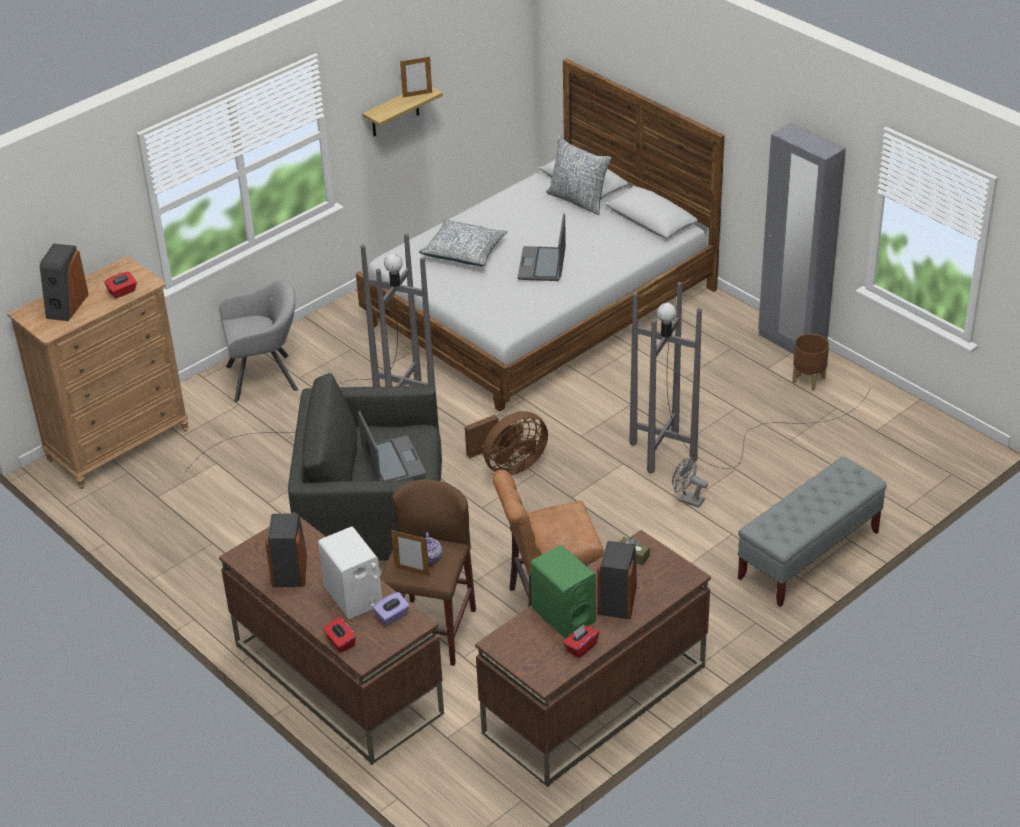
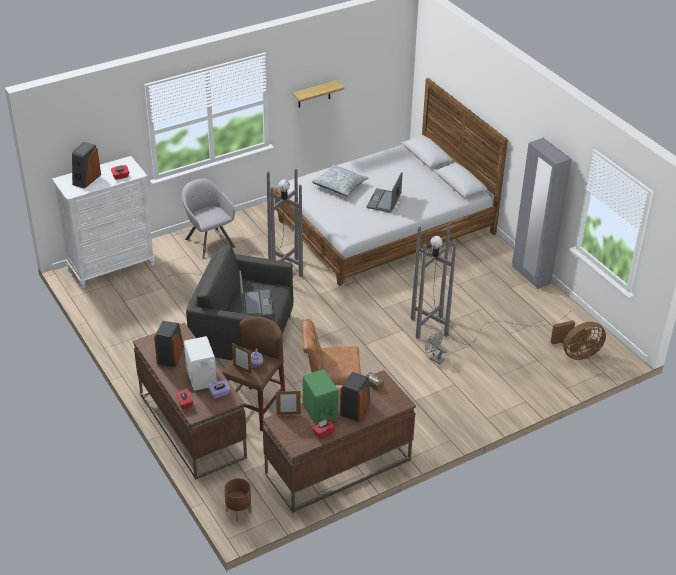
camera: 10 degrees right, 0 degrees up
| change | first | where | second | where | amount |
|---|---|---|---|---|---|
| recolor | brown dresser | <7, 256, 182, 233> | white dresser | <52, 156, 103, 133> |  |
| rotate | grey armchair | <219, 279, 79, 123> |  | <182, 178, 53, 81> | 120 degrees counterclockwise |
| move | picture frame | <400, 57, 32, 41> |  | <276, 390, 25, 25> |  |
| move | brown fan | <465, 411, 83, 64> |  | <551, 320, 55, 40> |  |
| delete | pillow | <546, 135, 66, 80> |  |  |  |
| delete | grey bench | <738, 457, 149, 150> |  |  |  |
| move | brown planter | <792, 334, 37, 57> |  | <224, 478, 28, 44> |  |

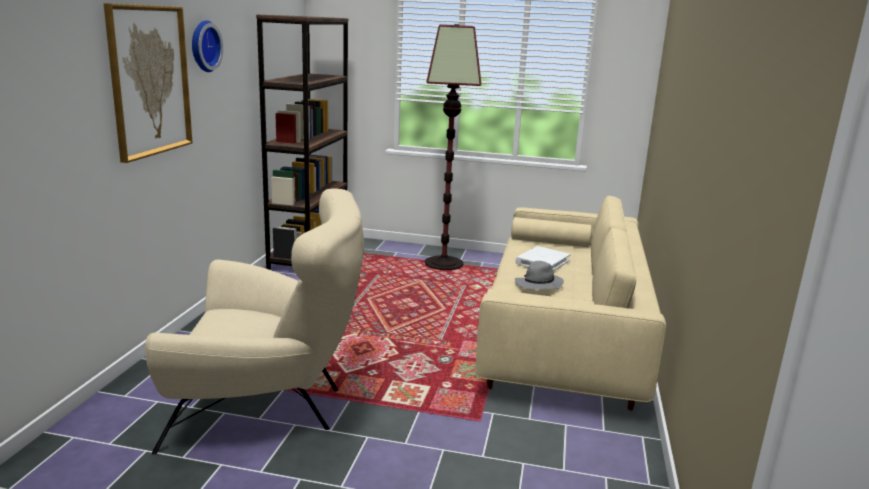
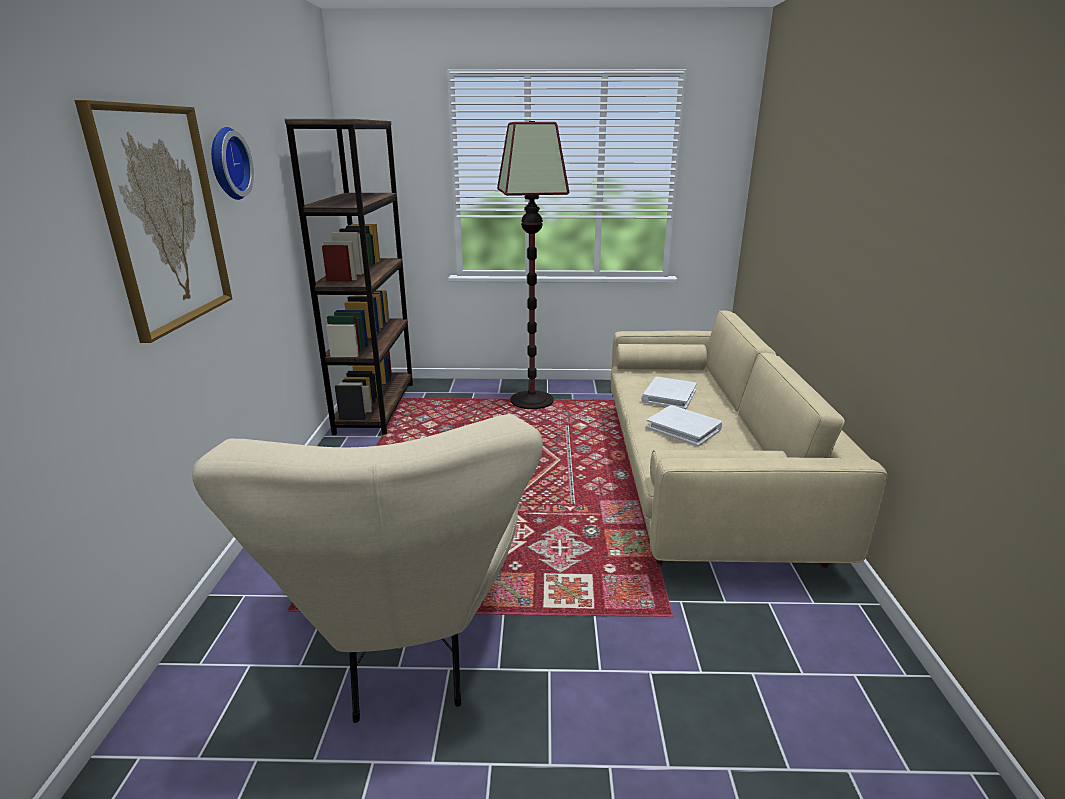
camera: 10 degrees left, 5 degrees up
| change | first | where | second | where | amount |
|---|---|---|---|---|---|
| rotate | beige armchair | <145, 189, 219, 266> |  | <192, 414, 351, 309> | 90 degrees clockwise |
| replace | grey hat | <515, 261, 49, 29> | white book | <646, 405, 76, 41> |  |

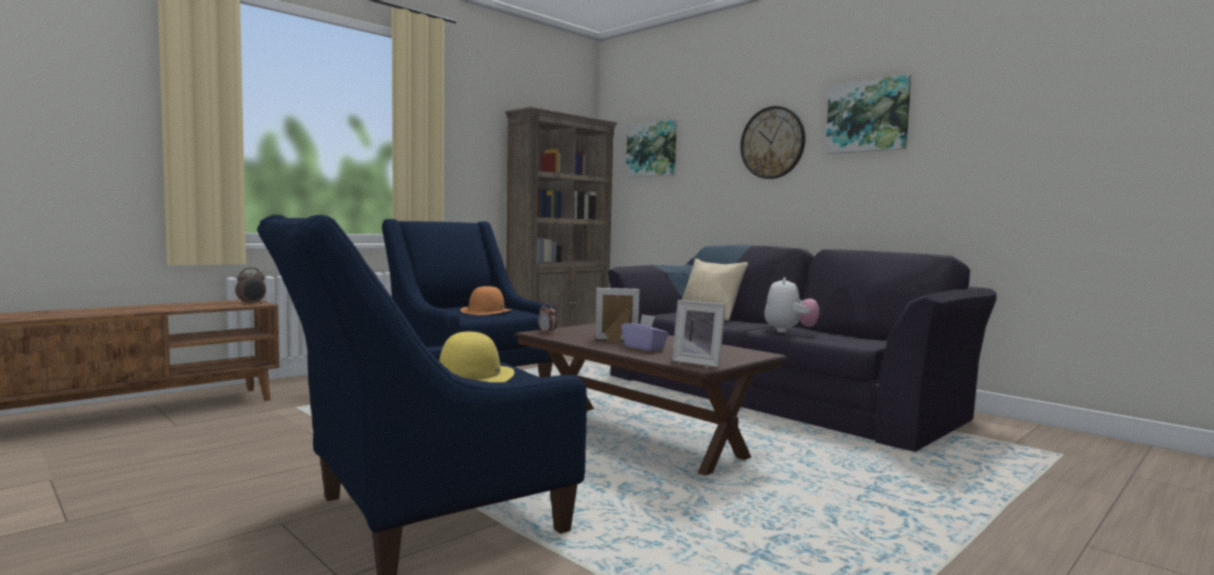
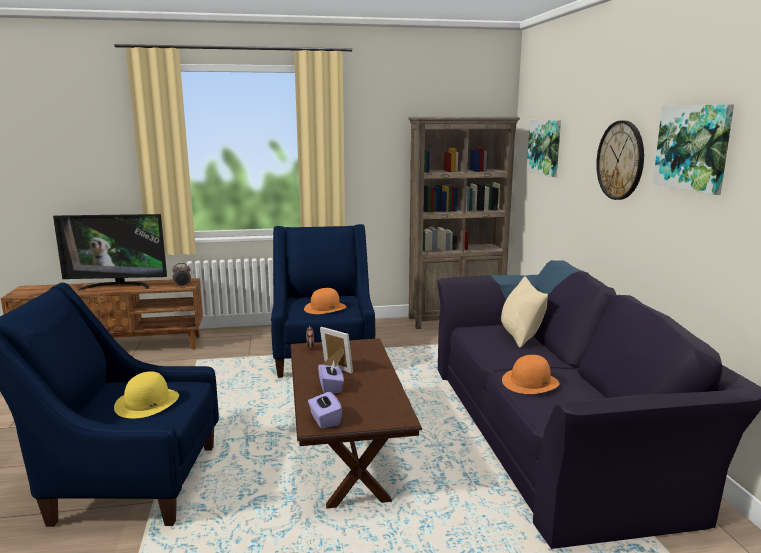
camera: 35 degrees right, 10 degrees up
| change | first | where | second | where | amount |
|---|---|---|---|---|---|
| replace | picture frame | <672, 300, 54, 67> | purple tissue box | <308, 392, 34, 37> |  |
| replace | plush toy | <765, 277, 54, 56> | orange hat | <502, 355, 58, 39> |  |
| insert |  |  | television | <53, 214, 114, 76> |  |

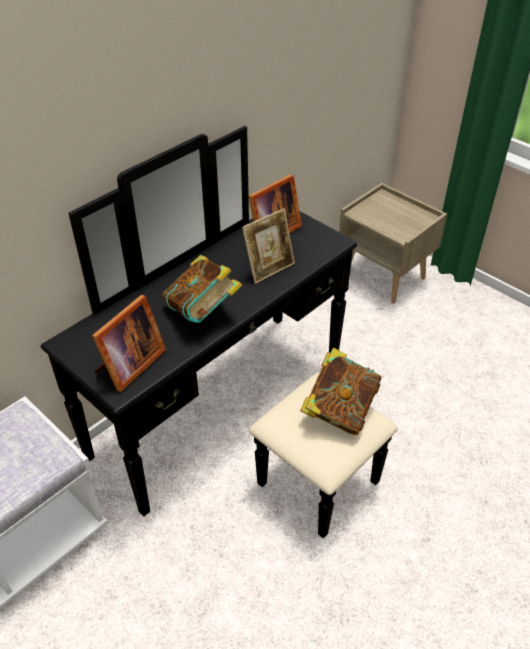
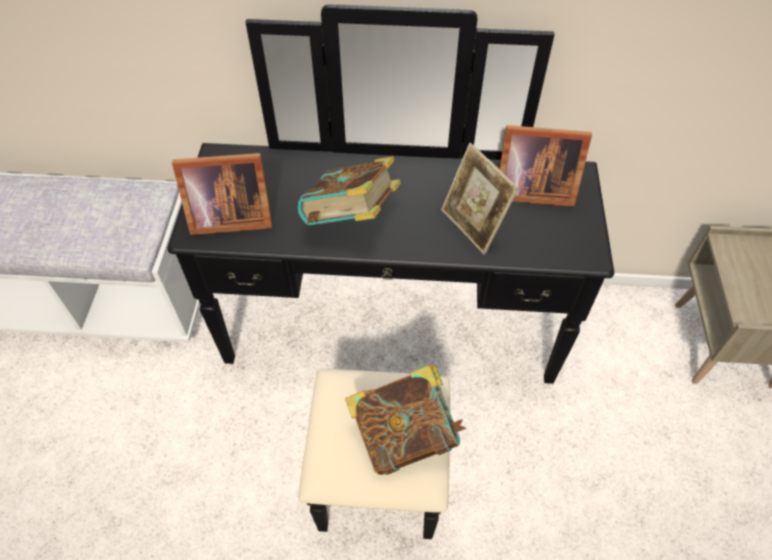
camera: 50 degrees right, 10 degrees up
| change | first | where | second | where | amount |
|---|---|---|---|---|---|
| rotate | picture frame | <242, 208, 53, 76> |  | <441, 143, 78, 111> | 45 degrees clockwise |

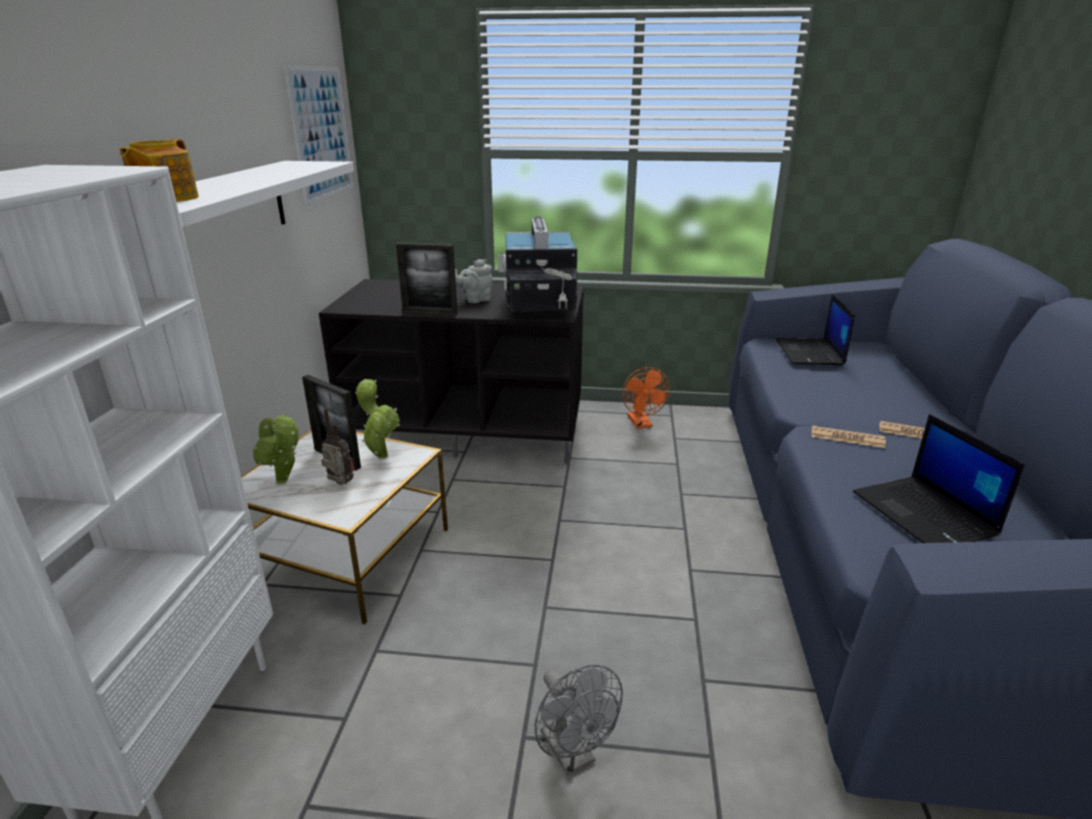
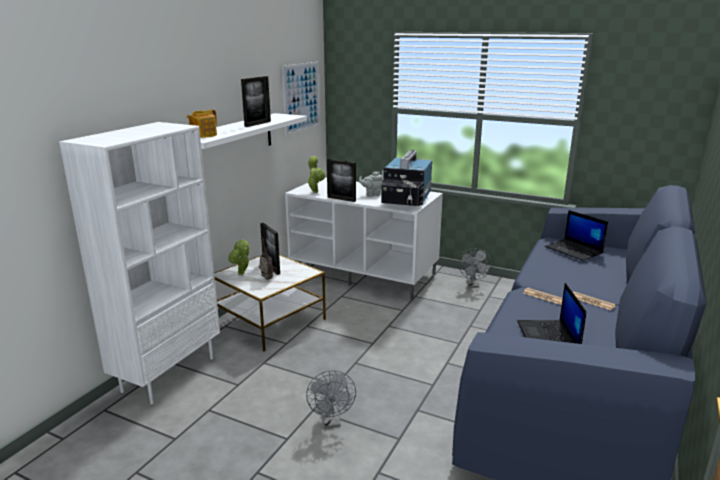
camera: 20 degrees right, 5 degrees down
| change | first | where | second | where | amount |
|---|---|---|---|---|---|
| recolor | black tv stand | <319, 279, 265, 185> | white tv stand | <285, 178, 158, 121> |  |
| move | potted plant | <355, 379, 45, 80> |  | <307, 156, 18, 37> |  |
| recolor | orange fan | <622, 367, 48, 62> | grey fan | <459, 248, 33, 40> |  |
| rotate | laptop | <776, 294, 79, 71> |  | <545, 210, 63, 51> | 60 degrees counterclockwise |
| insert |  |  | picture frame | <241, 76, 30, 51> |  |

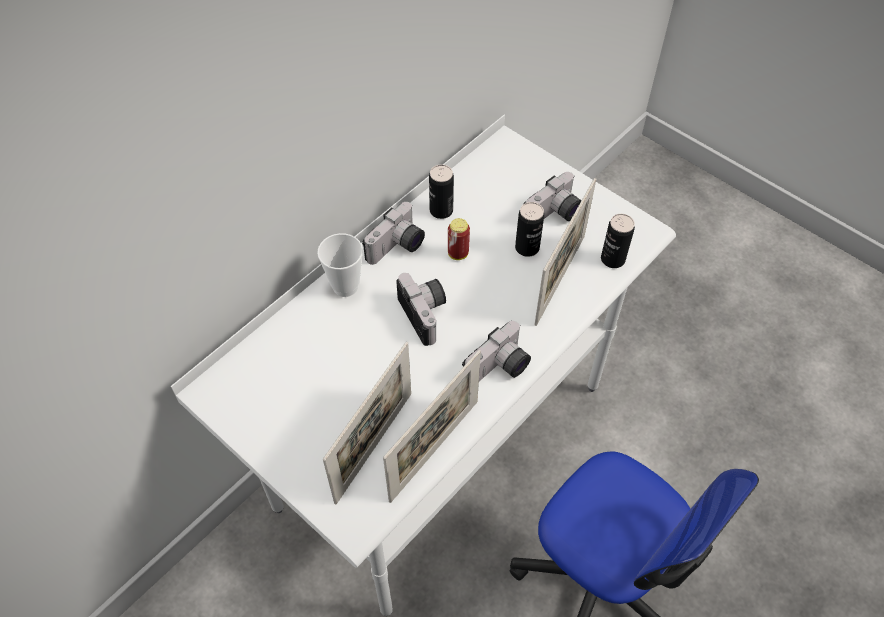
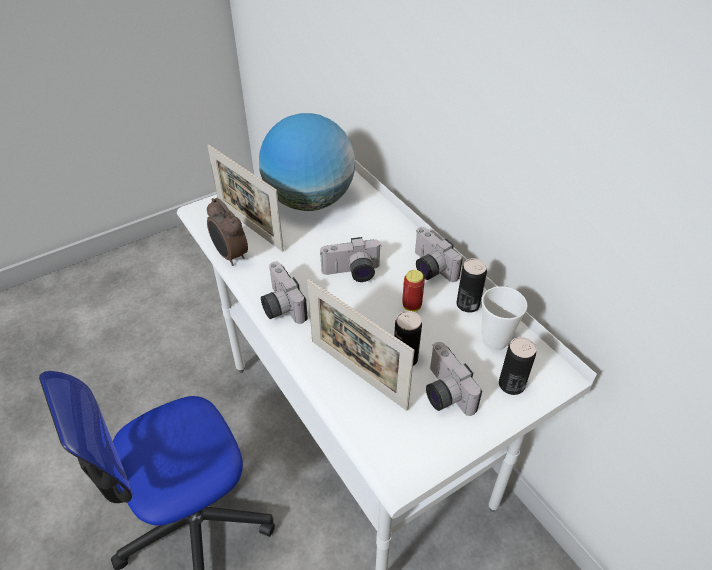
camera: 105 degrees right, 10 degrees down
| change | first | where | second | where | amount |
|---|---|---|---|---|---|
| move | cup | <317, 233, 46, 64> |  | <482, 286, 45, 64> |  |
| replace | picture frame | <383, 350, 98, 153> | alarm clock | <207, 198, 41, 68> |  |
| move | can | <601, 214, 34, 54> |  | <499, 337, 37, 58> |  |
| insert |  |  | globe | <259, 113, 96, 98> |  |

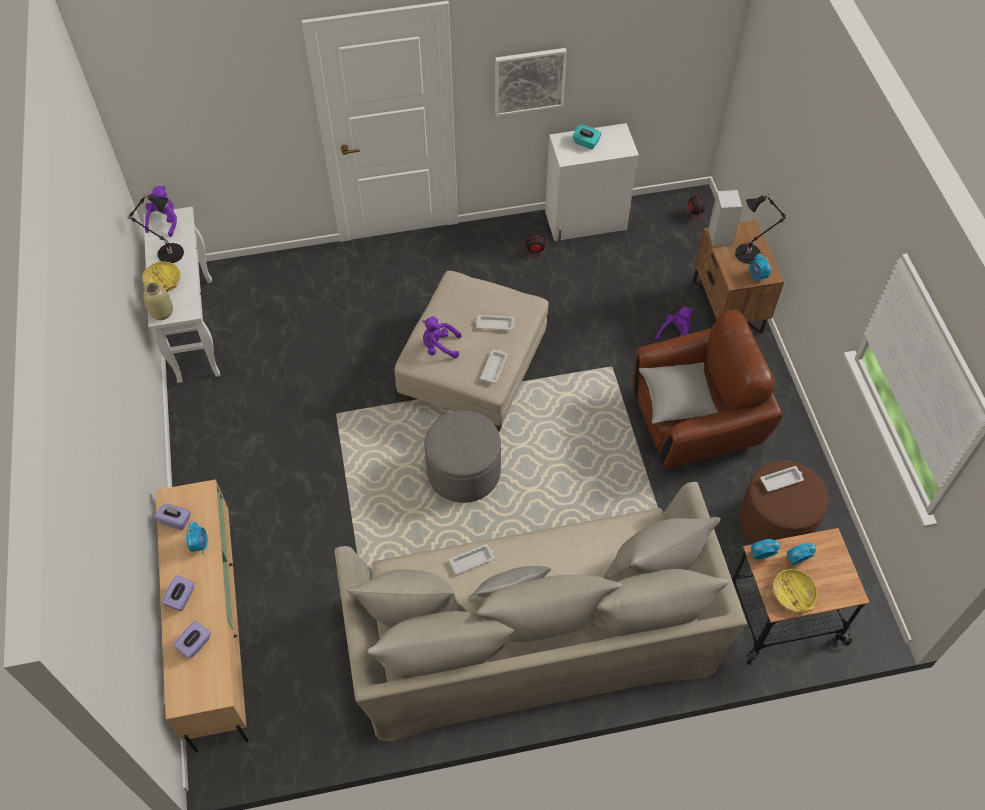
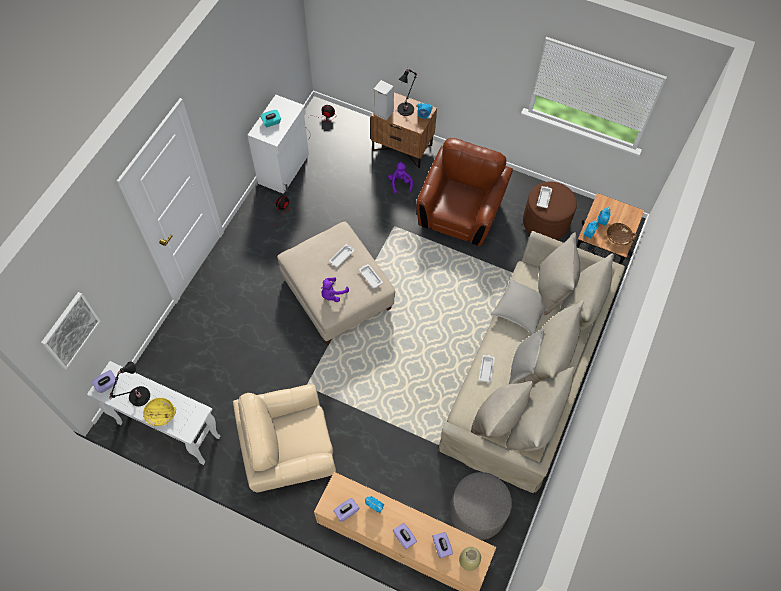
camera: 55 degrees left, 5 degrees up
| change | first | where | second | where | amount |
|---|---|---|---|---|---|
| move | beige vase | <143, 282, 30, 38> |  | <459, 547, 22, 24> |  |
| replace | purple plush toy | <145, 186, 32, 51> | purple tissue box | <91, 370, 26, 23> |  |
| move | grey ottoman | <424, 410, 77, 93> |  | <450, 472, 62, 68> |  |
| move | picture | <495, 48, 72, 68> |  | <41, 292, 59, 77> |  |
| move | grey pillow | <639, 362, 79, 62> |  | <490, 279, 57, 56> |  |
| recolor | yellow bowl | <773, 569, 44, 44> | brown bowl | <607, 223, 30, 23> |  |
| insert |  |  | beige armchair | <233, 384, 103, 109> |  |

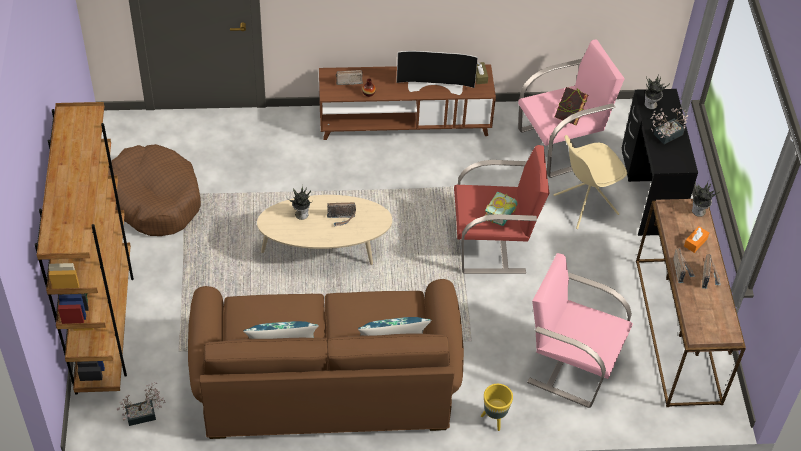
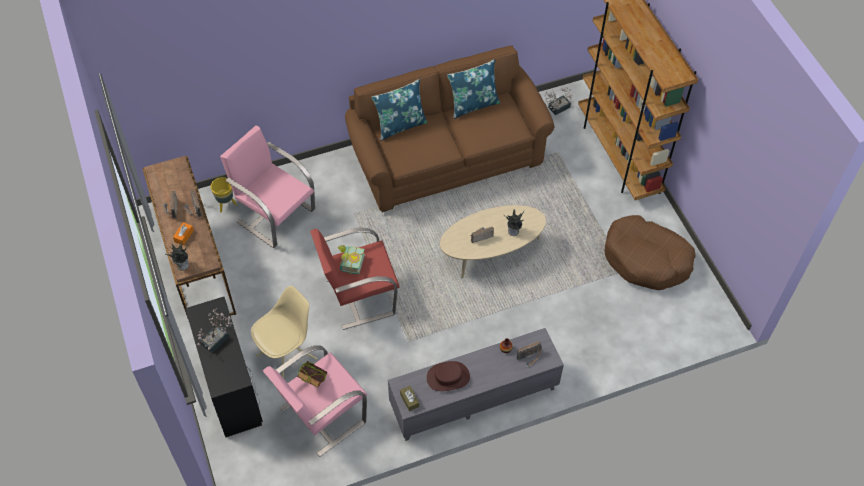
camera: 165 degrees right, 5 degrees up
| change | first | where | second | where | amount |
|---|---|---|---|---|---|
| recolor | brown tv stand | <319, 64, 177, 76> | grey tv stand | <388, 328, 176, 113> |  |
| replace | television | <396, 51, 82, 44> | brown hat | <427, 361, 43, 30> |  |
| move | yellow planter | <481, 384, 32, 47> |  | <211, 177, 26, 36> |  |
| rotate | pink armchair | <527, 253, 106, 155> |  | <220, 125, 95, 123> | 150 degrees counterclockwise |
| delete | potted plant | <644, 76, 24, 33> |  |  |  |

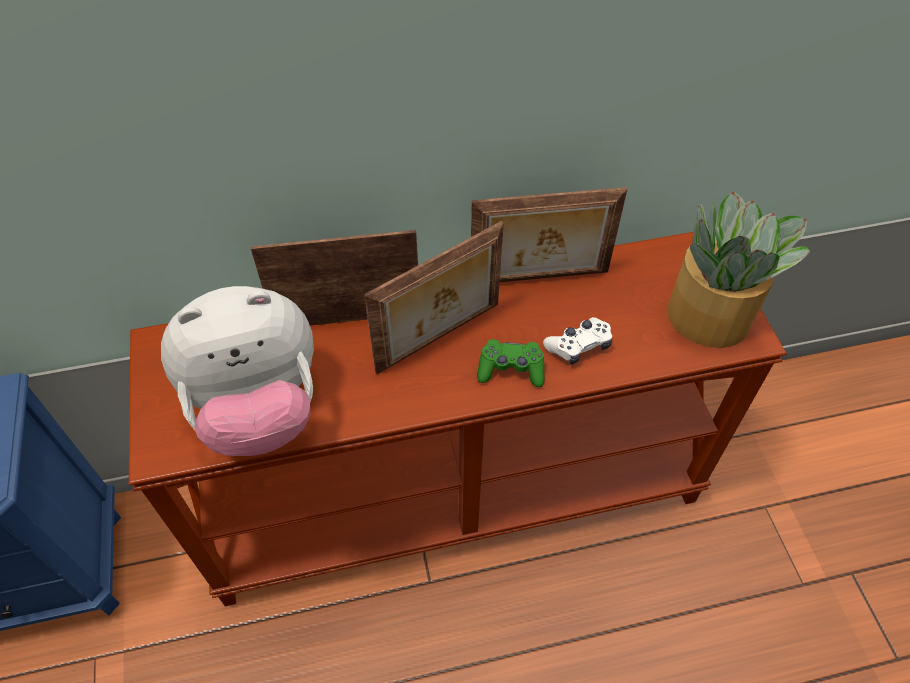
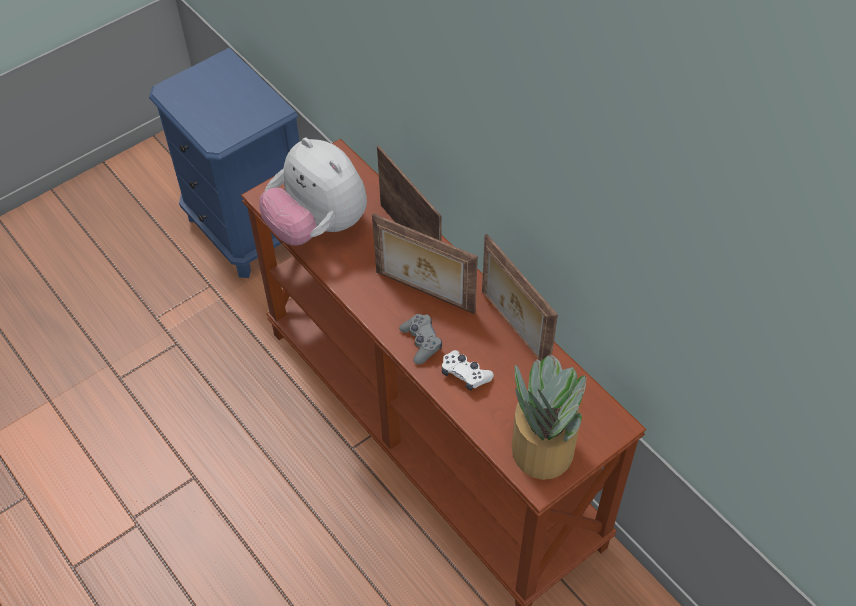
camera: 65 degrees right, 0 degrees up
| change | first | where | second | where | amount |
|---|---|---|---|---|---|
| recolor | green game controller | <477, 339, 68, 48> | grey game controller | <399, 314, 43, 50> |  |

